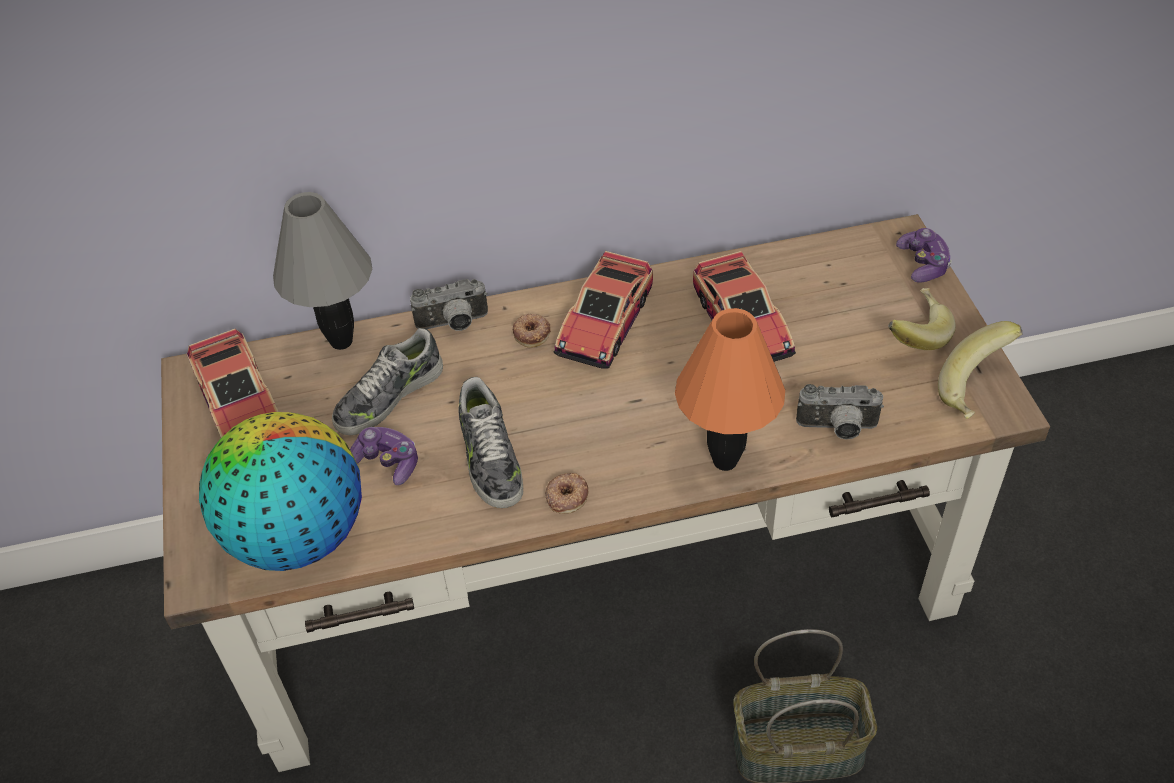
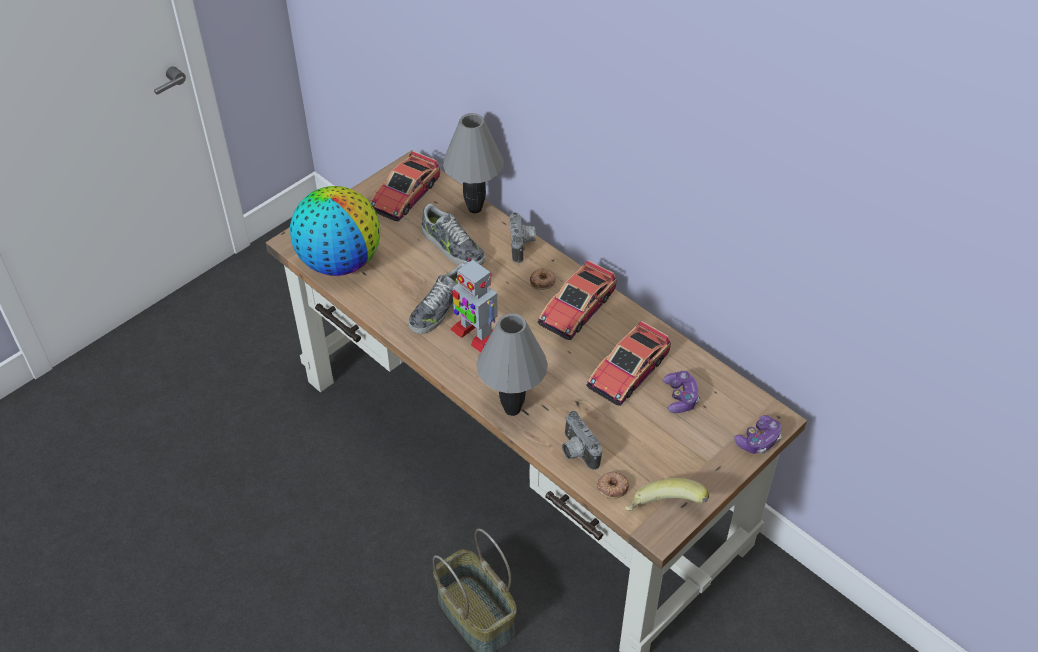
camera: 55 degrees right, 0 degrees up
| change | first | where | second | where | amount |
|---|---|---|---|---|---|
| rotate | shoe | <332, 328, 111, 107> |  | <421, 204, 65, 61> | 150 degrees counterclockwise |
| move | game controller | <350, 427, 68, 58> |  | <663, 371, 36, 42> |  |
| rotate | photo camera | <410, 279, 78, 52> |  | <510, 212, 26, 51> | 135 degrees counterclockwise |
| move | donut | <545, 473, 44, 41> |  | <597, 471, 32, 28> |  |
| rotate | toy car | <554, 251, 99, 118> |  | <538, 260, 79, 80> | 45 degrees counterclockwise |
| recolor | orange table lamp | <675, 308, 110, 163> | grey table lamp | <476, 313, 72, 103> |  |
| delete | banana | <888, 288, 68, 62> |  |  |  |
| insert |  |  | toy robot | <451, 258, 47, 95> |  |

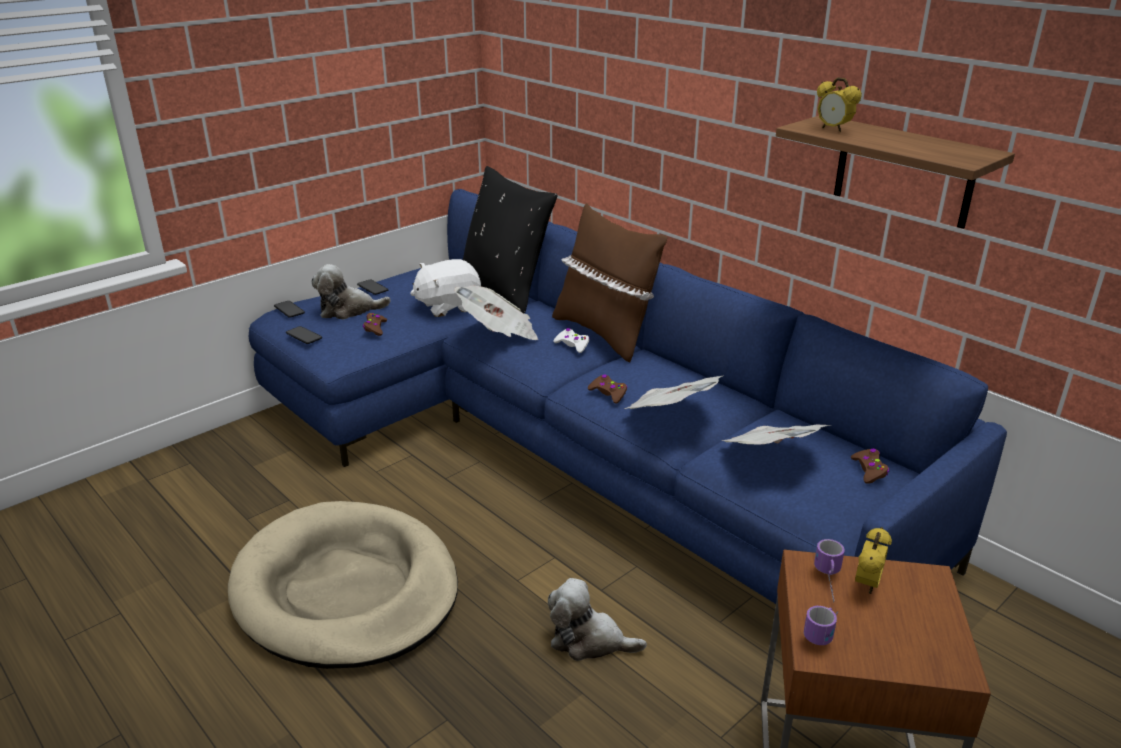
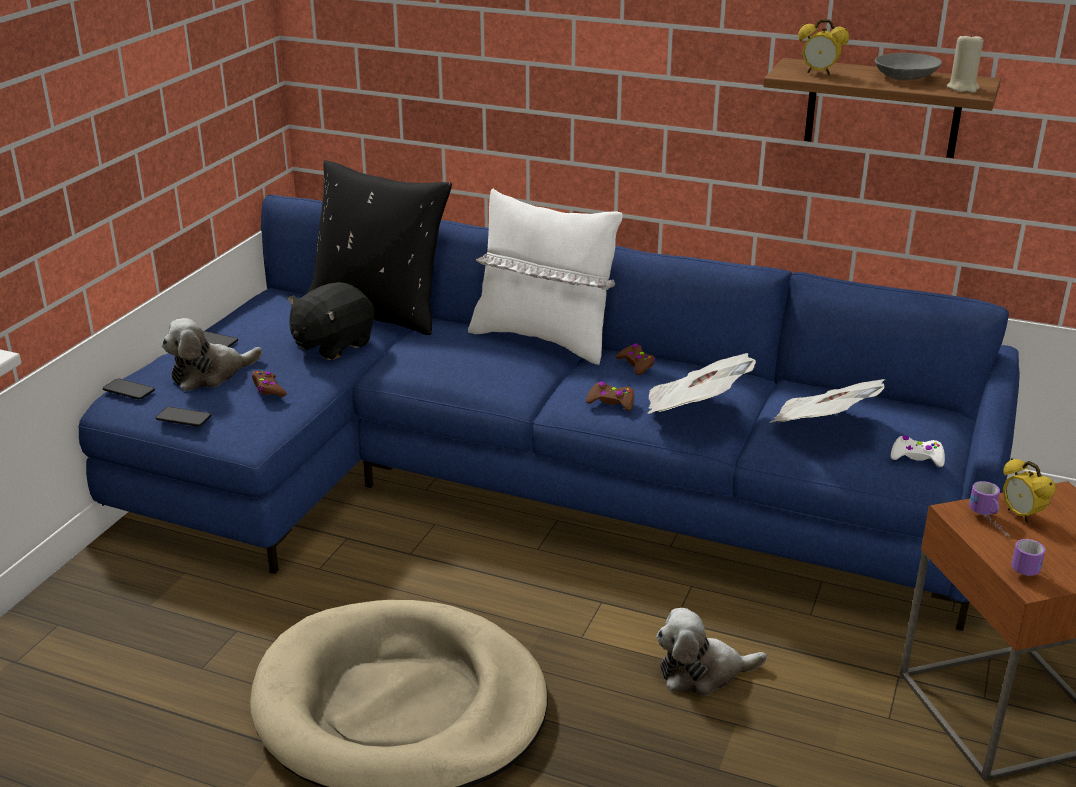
camera: 25 degrees left, 0 degrees up
| change | first | where | second | where | amount |
|---|---|---|---|---|---|
| recolor | white plush toy | <410, 259, 71, 58> | black plush toy | <287, 282, 87, 78> |  |
| delete | newspaper | <454, 286, 84, 54> |  |  |  |
| recolor | brown pillow | <552, 203, 115, 159> | white pillow | <468, 188, 155, 177> |  |
| move | white game controller | <553, 328, 37, 25> |  | <891, 435, 54, 32> |  |
| move | brown game controller | <851, 448, 38, 36> |  | <616, 344, 39, 31> |  |
| rotate | alarm clock | <855, 527, 37, 67> |  | <1003, 458, 53, 65> | 150 degrees clockwise |
| insert |  |  | grey bowl | <875, 53, 67, 27> |  |
| insert |  |  | beige candle | <947, 32, 36, 61> |  |

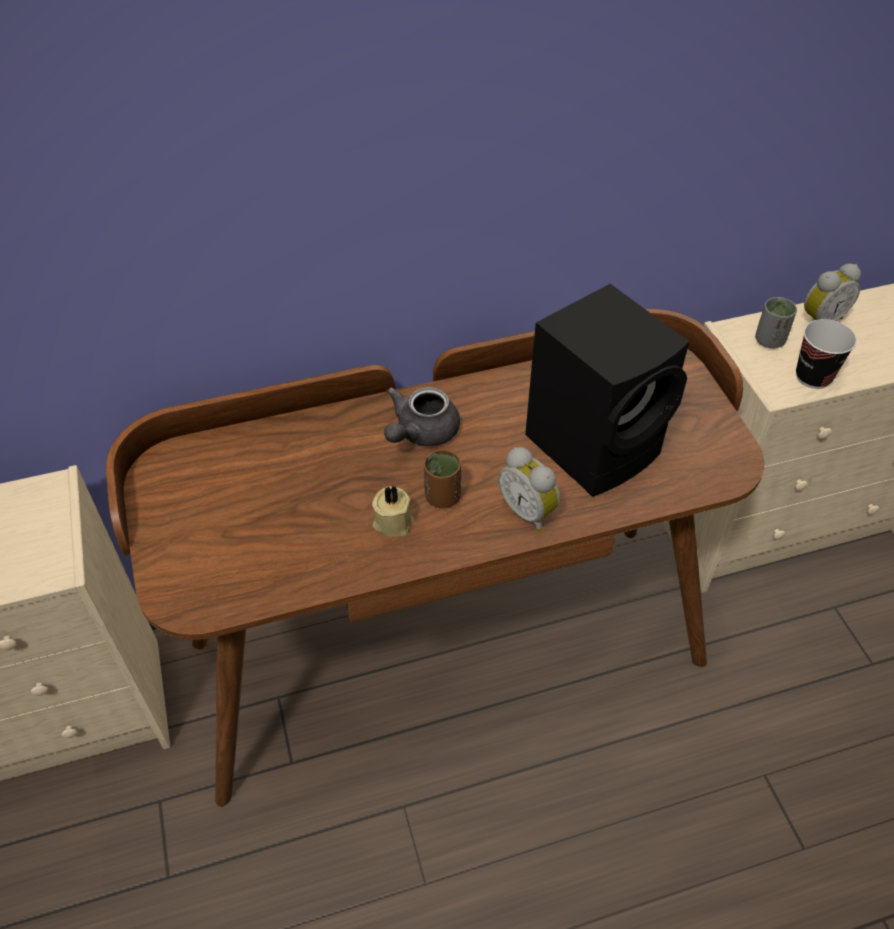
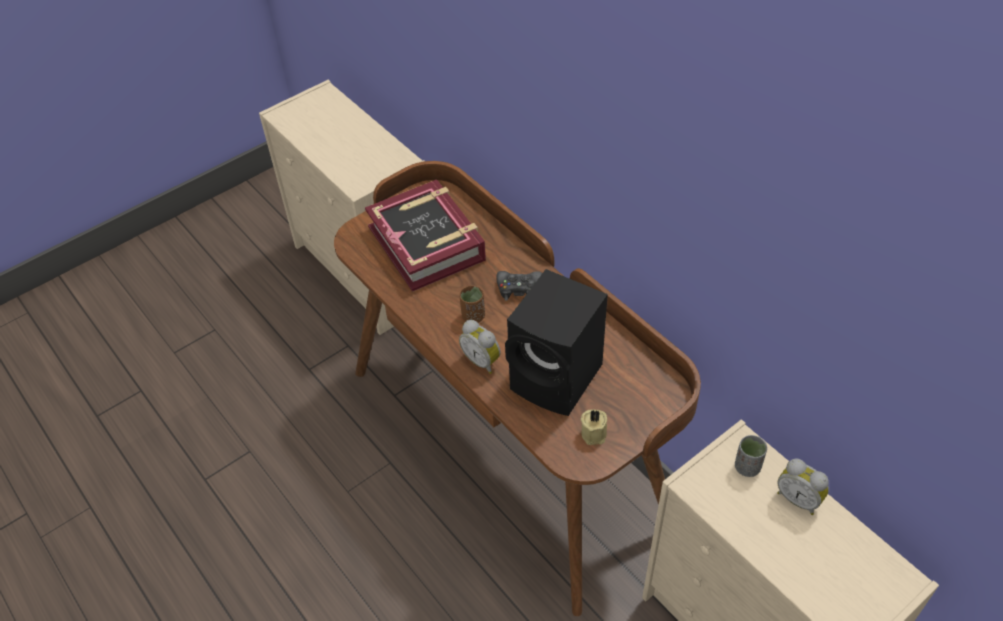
camera: 70 degrees right, 0 degrees up
| change | first | where | second | where | amount |
|---|---|---|---|---|---|
| move | beige candle | <372, 485, 42, 52> |  | <581, 410, 26, 35> |  |
| replace | grey teapot | <384, 387, 76, 59> | black game controller | <497, 271, 45, 30> |  |
| rotate | alarm clock | <498, 447, 62, 85> |  | <459, 320, 42, 54> | 75 degrees counterclockwise |
| delete | cup | <796, 319, 61, 70> |  |  |  |
| insert |  |  | book | <365, 179, 121, 113> |  |

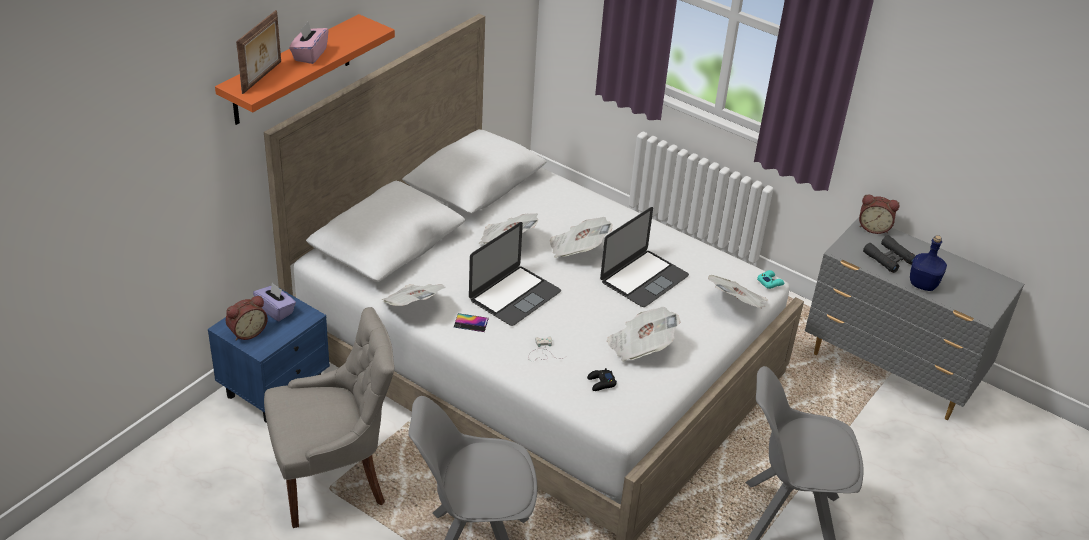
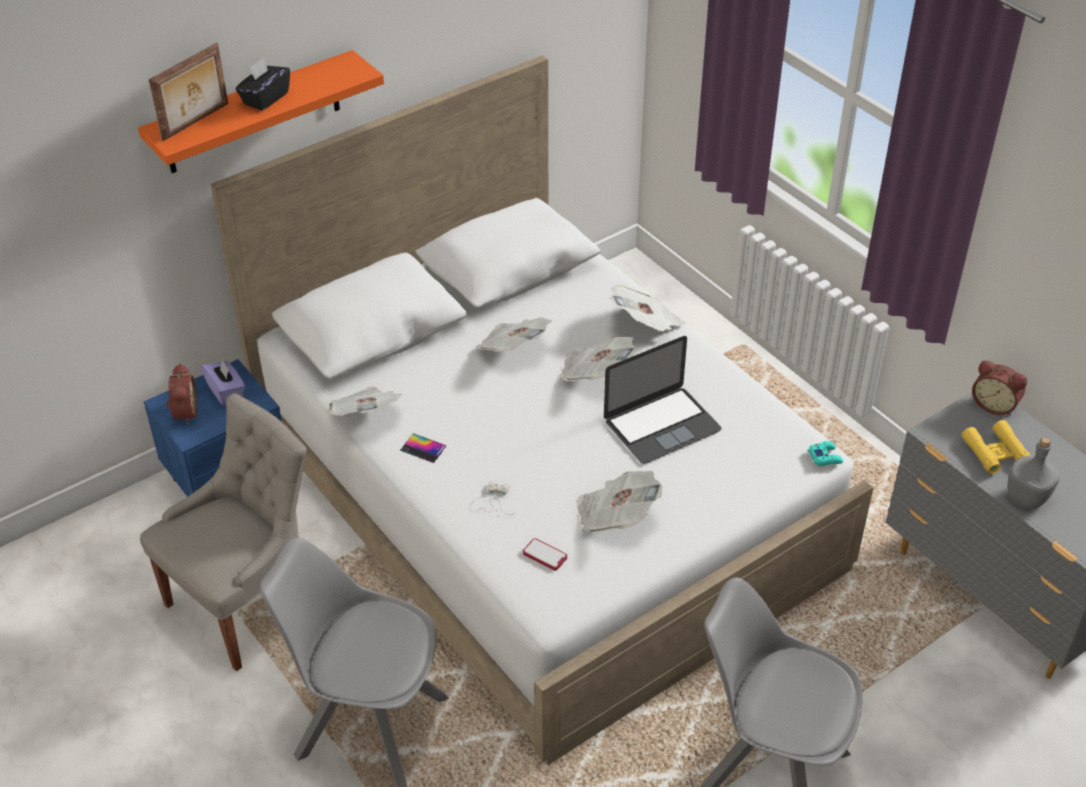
camera: 20 degrees right, 5 degrees up
| change | first | where | second | where | amount |
|---|---|---|---|---|---|
| rotate | alarm clock | <226, 296, 42, 45> |  | <165, 363, 33, 62> | 75 degrees counterclockwise |
| rotate | grey chair | <264, 307, 130, 221> |  | <140, 393, 167, 278> | 45 degrees counterclockwise |
| recolor | pink tissue box | <289, 22, 40, 42> | black tissue box | <236, 58, 54, 53> |  |
| delete | laptop | <469, 222, 92, 104> |  |  |  |
| replace | black game controller | <587, 368, 30, 23> | phone | <523, 538, 44, 33> |  |
| move | newspaper | <708, 275, 60, 34> |  | <610, 285, 75, 47> |  |
| recolor | black binoculars | <863, 235, 52, 38> | yellow binoculars | <962, 420, 69, 54> |  |
| recolor | blue bottle | <910, 235, 37, 56> | grey bottle | <1007, 437, 53, 72> |  |

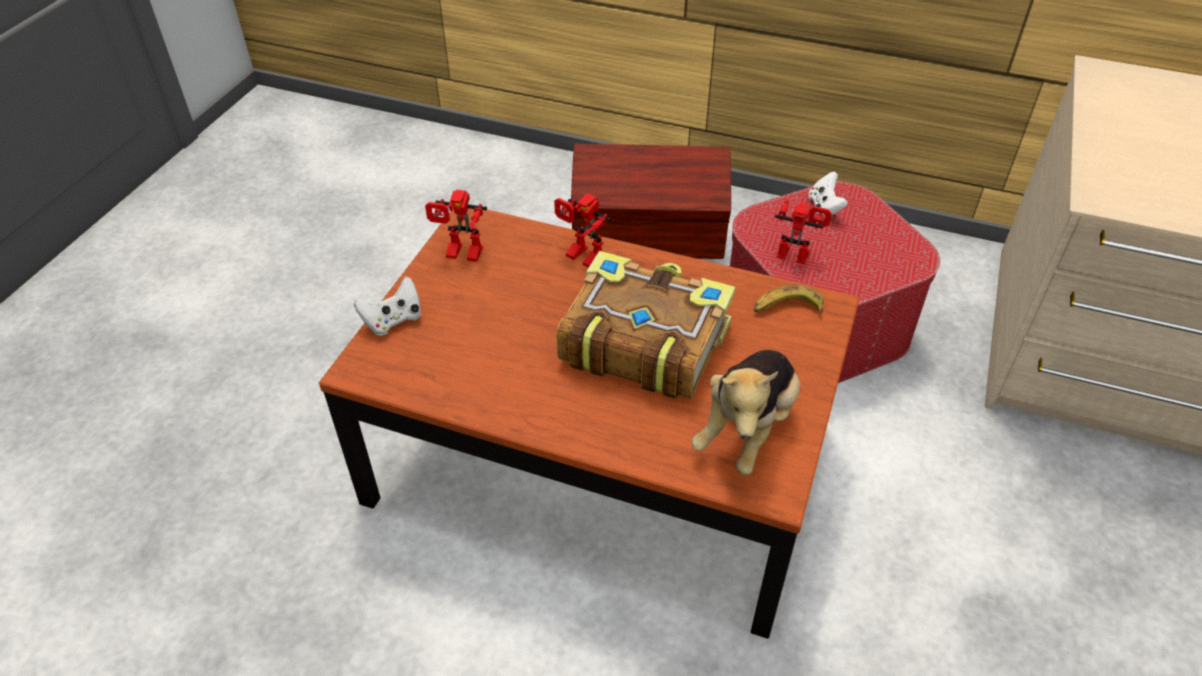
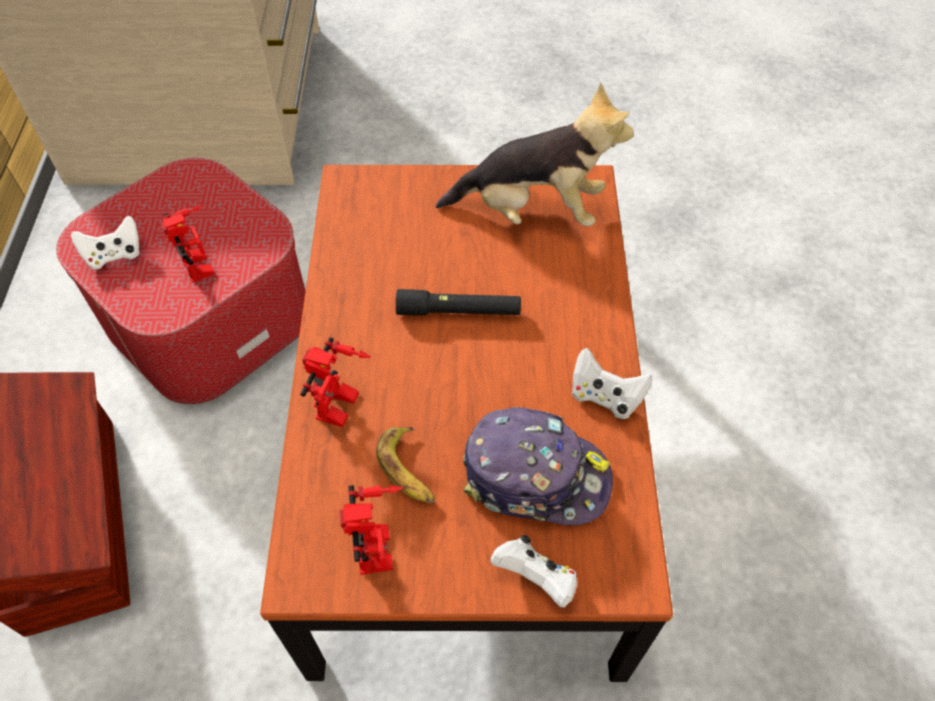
camera: 110 degrees left, 10 degrees up
| change | first | where | second | where | amount |
|---|---|---|---|---|---|
| replace | book | <557, 251, 178, 148> | black flashlight | <396, 289, 125, 26> |  |
| move | banana | <754, 284, 70, 30> |  | <376, 427, 59, 76> |  |
| rotate | toy robot | <775, 199, 56, 65> |  | <160, 206, 55, 76> | 150 degrees clockwise |
| insert |  |  | cap | <463, 407, 150, 118> |  |
| insert |  |  | white game controller | <572, 348, 80, 71> |  |

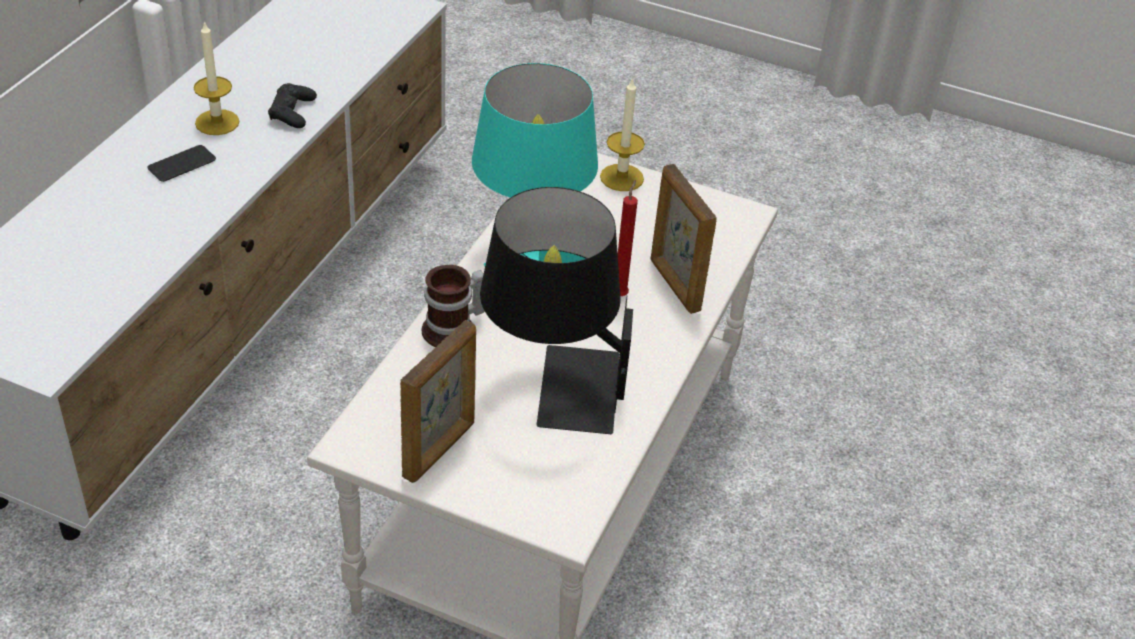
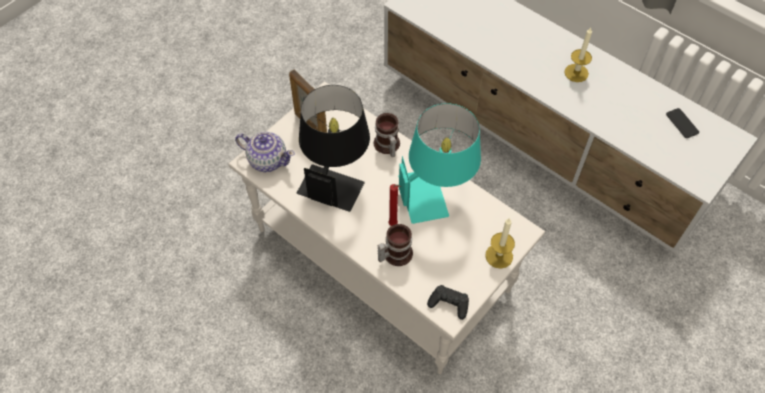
camera: 110 degrees right, 15 degrees up
| change | first | where | second | where | amount |
|---|---|---|---|---|---|
| move | phone | <147, 145, 69, 37> |  | <666, 108, 33, 30> |  |
| move | black game controller | <268, 83, 49, 45> |  | <427, 285, 42, 35> |  |
| replace | picture frame | <650, 164, 67, 150> | mug | <378, 224, 35, 42> |  |
| insert |  |  | teapot | <235, 132, 60, 40> |  |

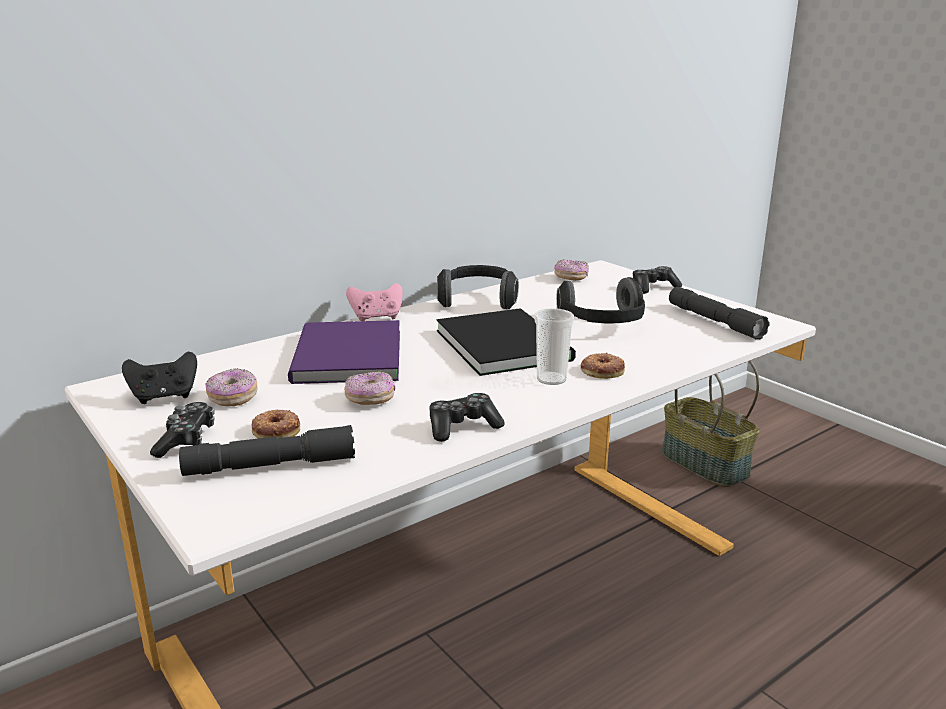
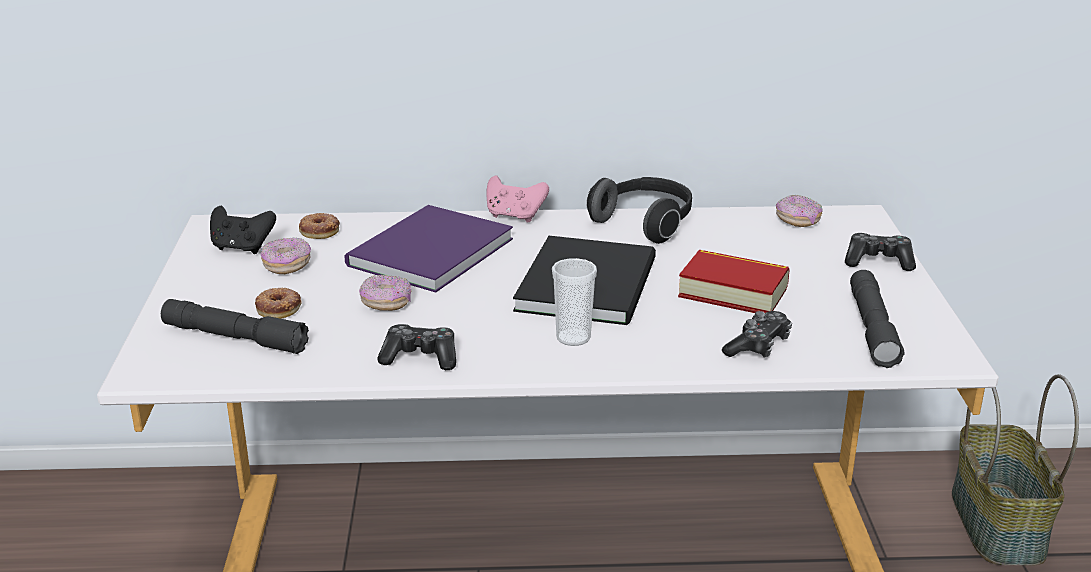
camera: 35 degrees right, 5 degrees up
| change | first | where | second | where | amount |
|---|---|---|---|---|---|
| move | game controller | <150, 402, 65, 56> |  | <722, 311, 70, 47> |  |
| replace | headphones | <556, 277, 89, 47> | book | <678, 250, 112, 63> |  |
| move | donut | <581, 352, 44, 27> |  | <299, 213, 41, 26> |  |

